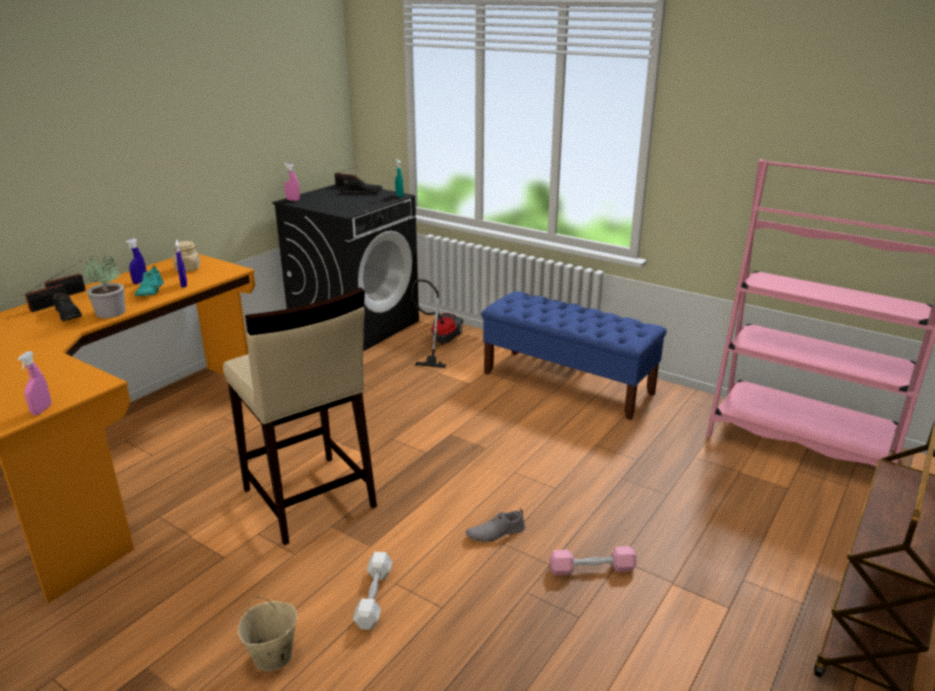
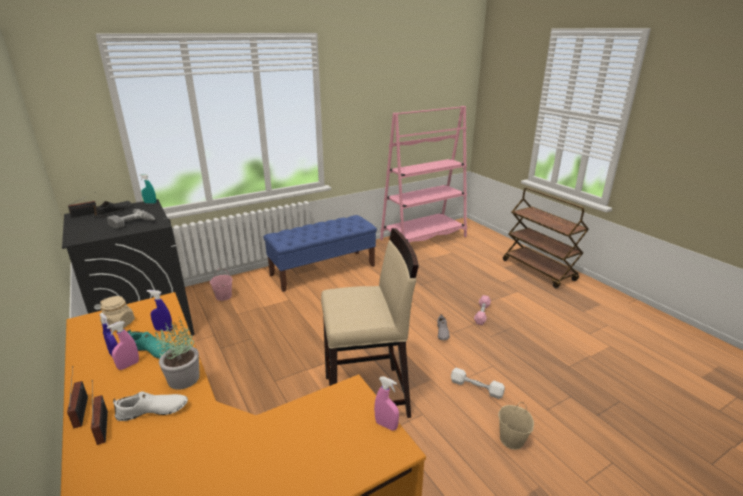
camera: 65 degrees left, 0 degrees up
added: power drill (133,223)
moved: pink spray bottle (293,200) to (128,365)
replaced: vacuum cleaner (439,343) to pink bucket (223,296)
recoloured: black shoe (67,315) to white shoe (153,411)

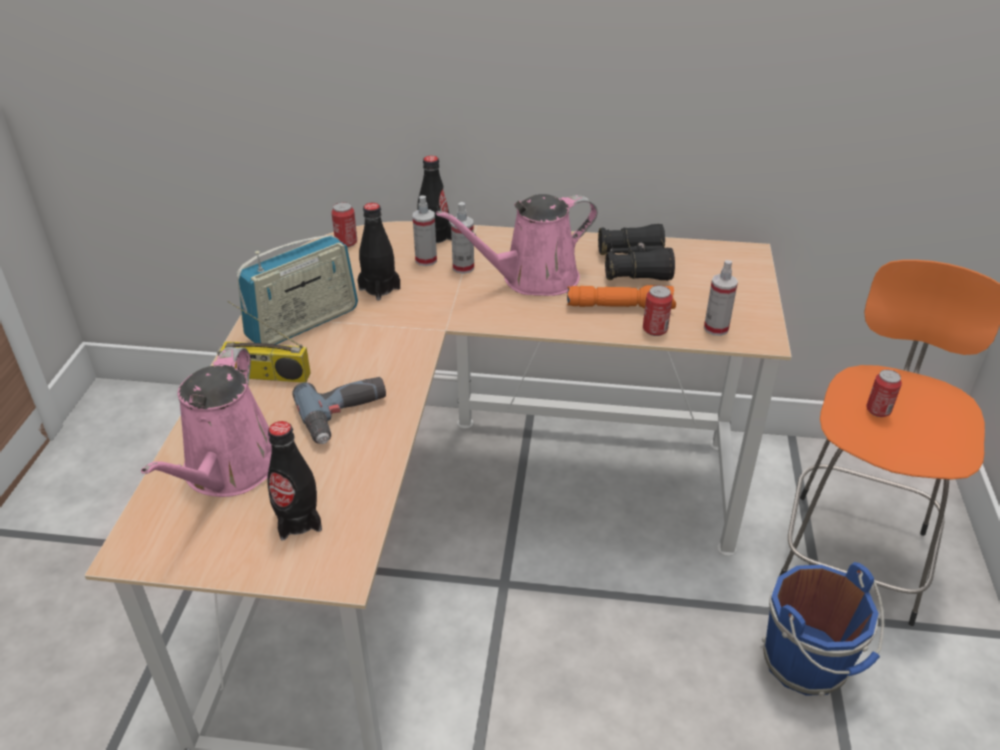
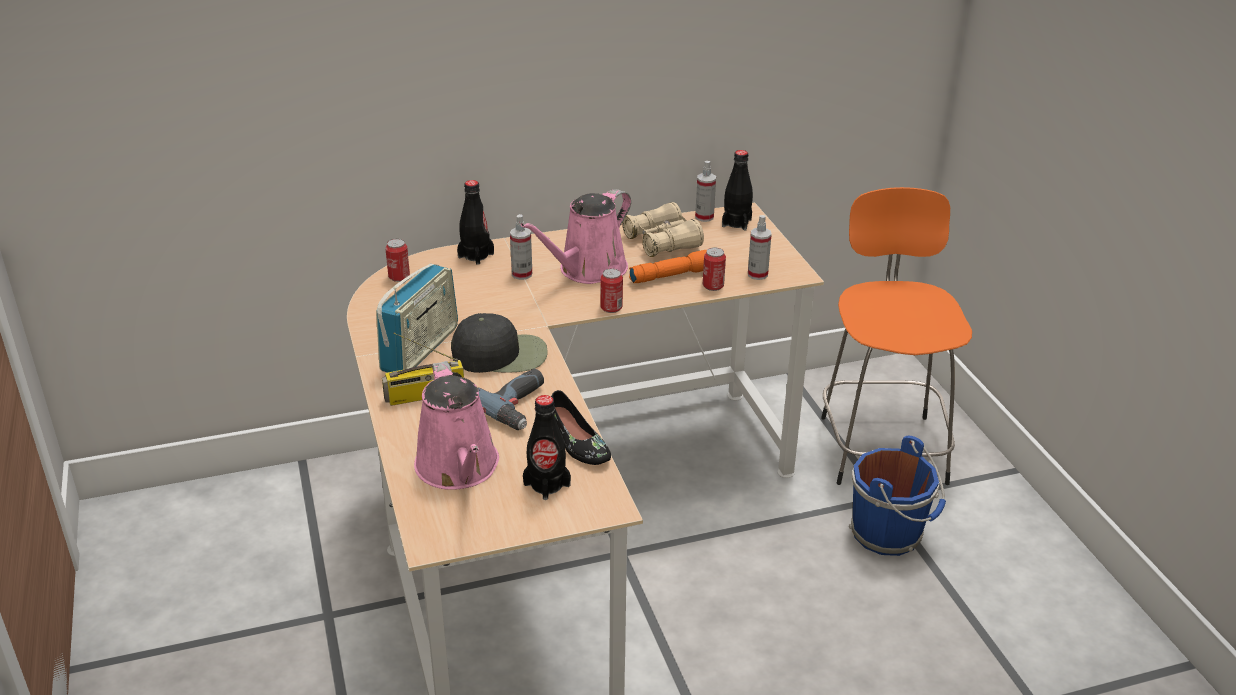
camera: 25 degrees left, 5 degrees down
added: black cap (501,354); black shoe (577,442)
moved: black bottle (379,288) to (736,223); spray bottle (426,260) to (704,217); can (878,410) to (611,308)
recoloured: black binoculars (634,266) to beige binoculars (662,242)

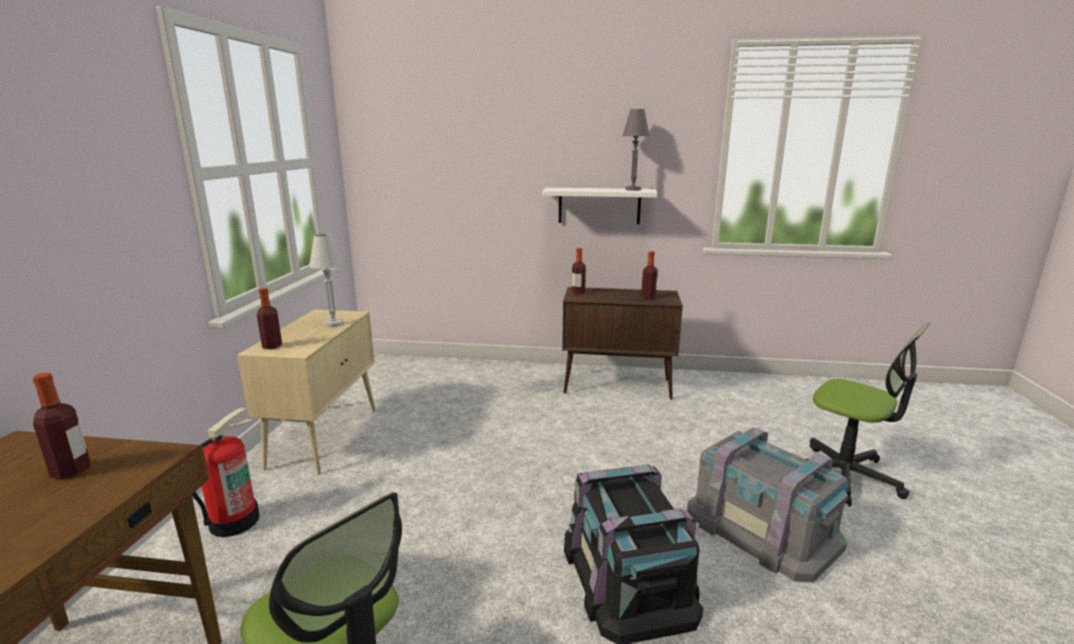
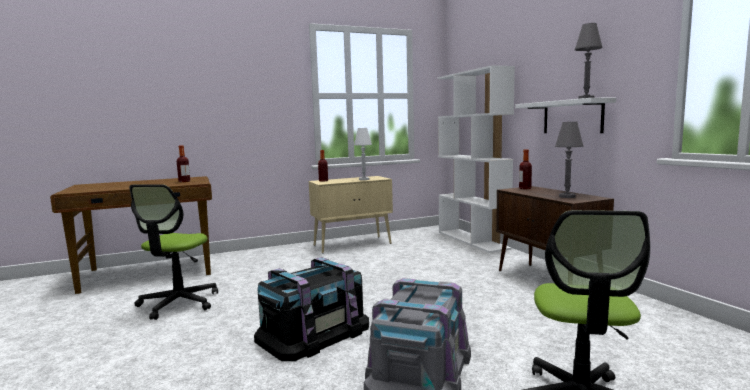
camera: 60 degrees right, 10 degrees down
removed: fire extinguisher (234,521)
added: white bookcase (473,240)
replaced: bottle (648,297) to grey table lamp (567,196)

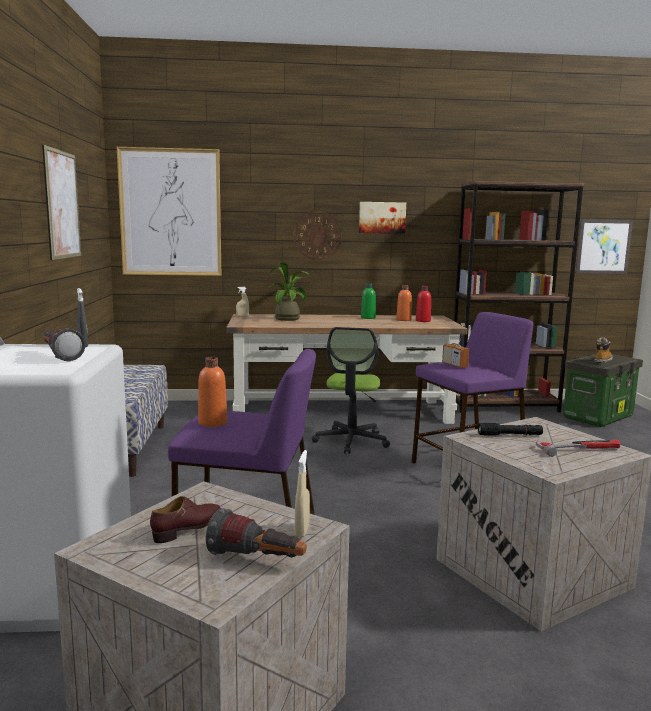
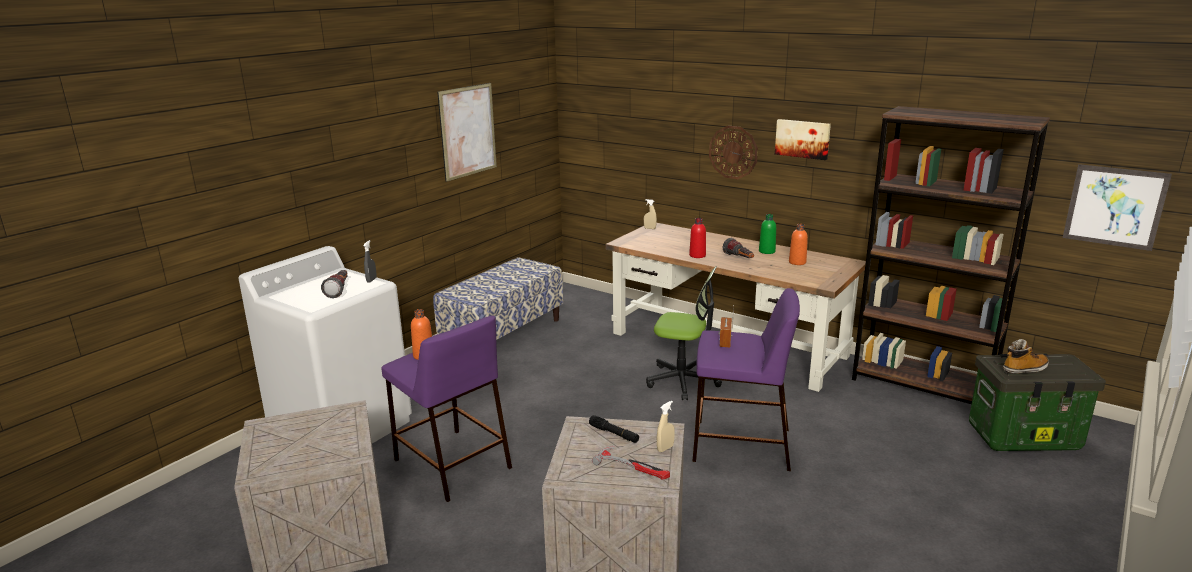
camera: 40 degrees right, 10 degrees up
removed: picture (170,212); brown shoe (188,528); potted plant (289,318)
moved: flashlight (257,560) to (739,259); beige spray bottle (302,531) to (665,448); red bottle (423,321) to (697,255)
turned: office chair (351,441) = (683,381) 120 degrees counterclockwise

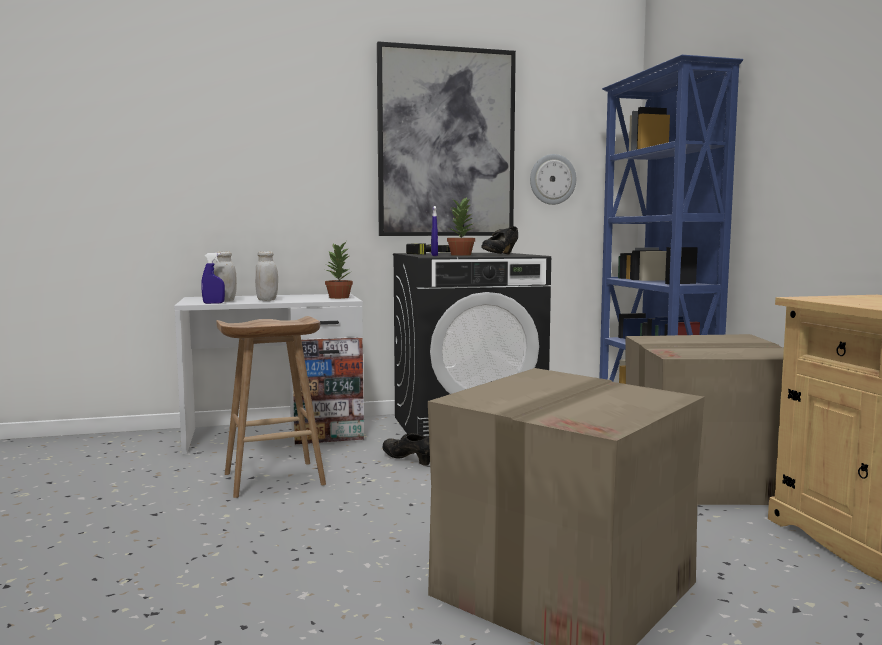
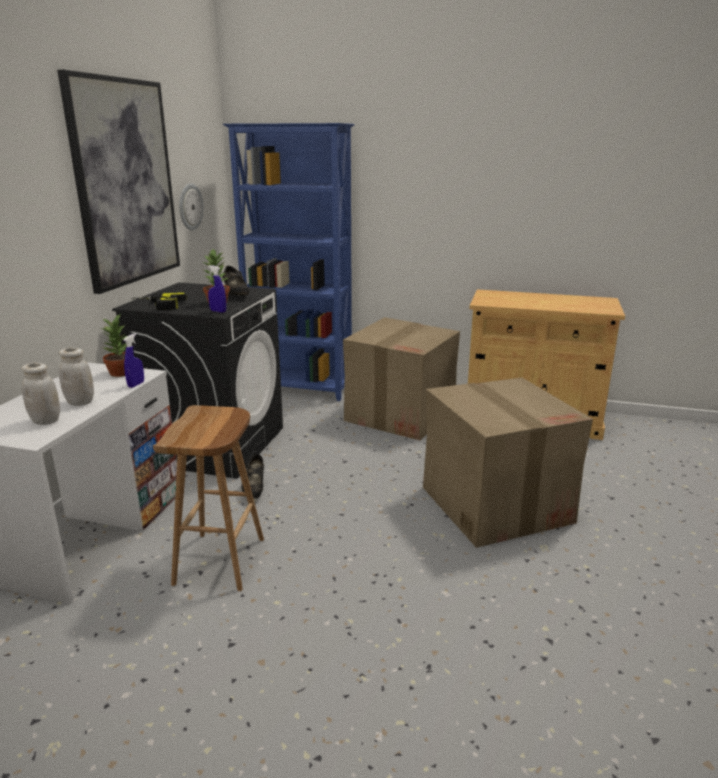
camera: 60 degrees left, 15 degrees up
moved: blue spray bottle (213,303) to (136,384)
turned: black shoe (408,460) = (254,489) 75 degrees counterclockwise

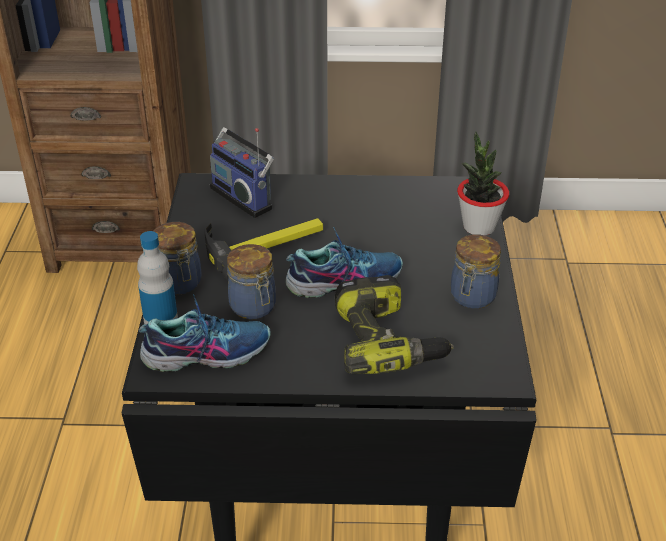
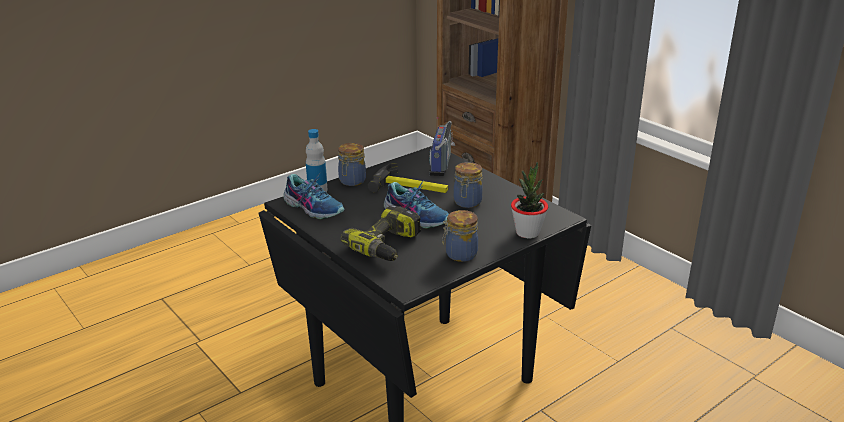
camera: 50 degrees right, 10 degrees down
moved: jar (254,308) to (467,203)

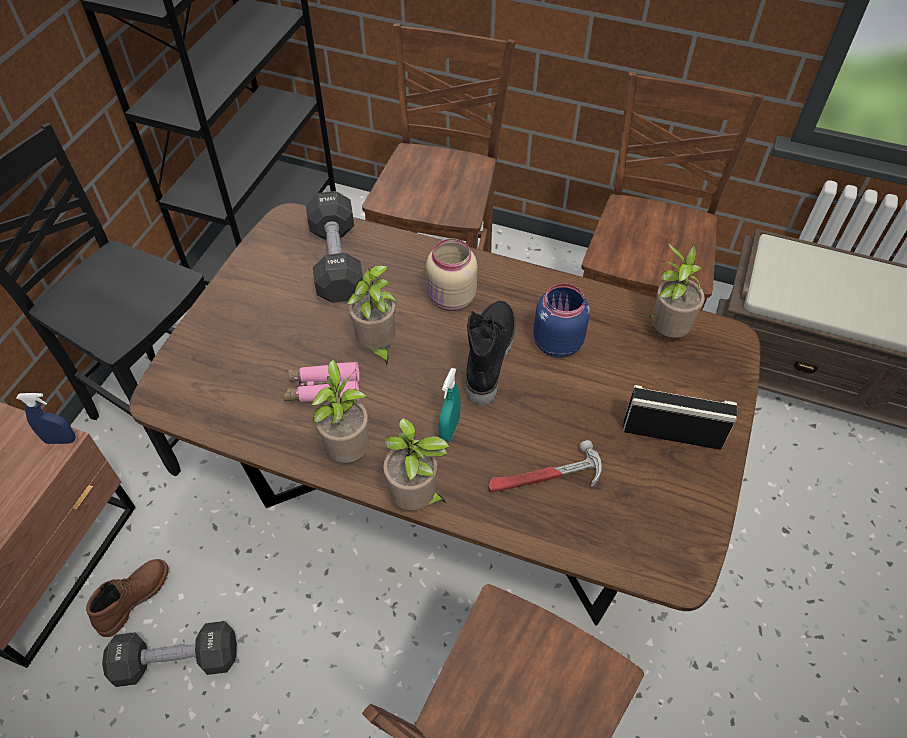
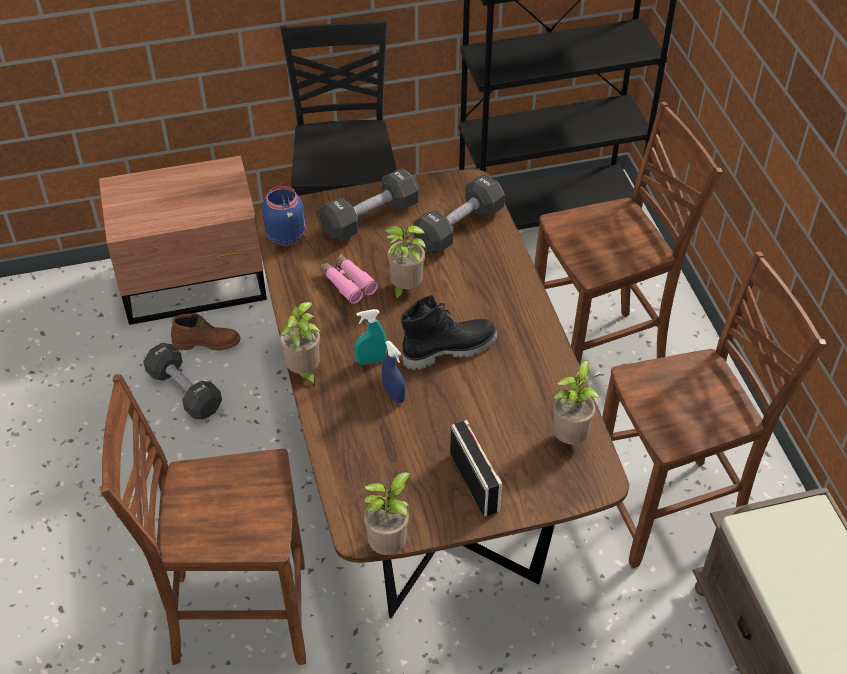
camera: 55 degrees right, 5 degrees down
removed: beige jar (451,299); hammer (544,478)
added: black dumbbell (370,218)
moved: blue spray bottle (60,440) to (394,394); potted plant (348,451) to (390,546); blue jar (556,342) to (286,235)

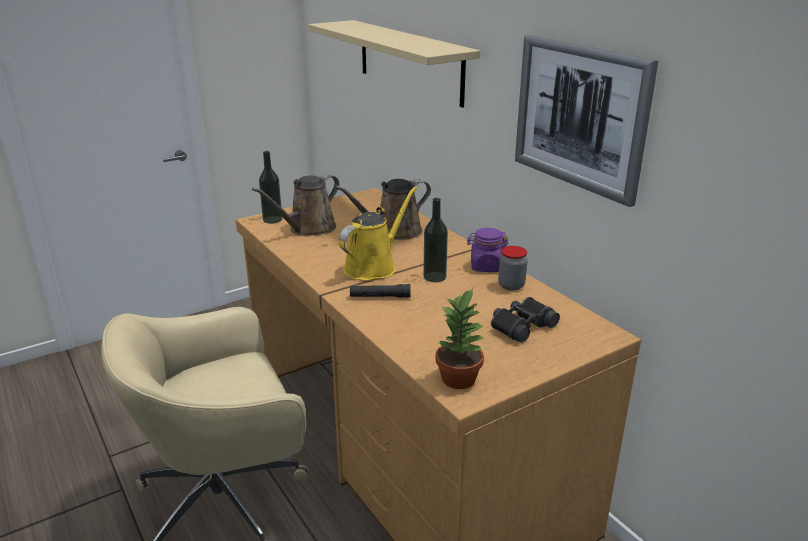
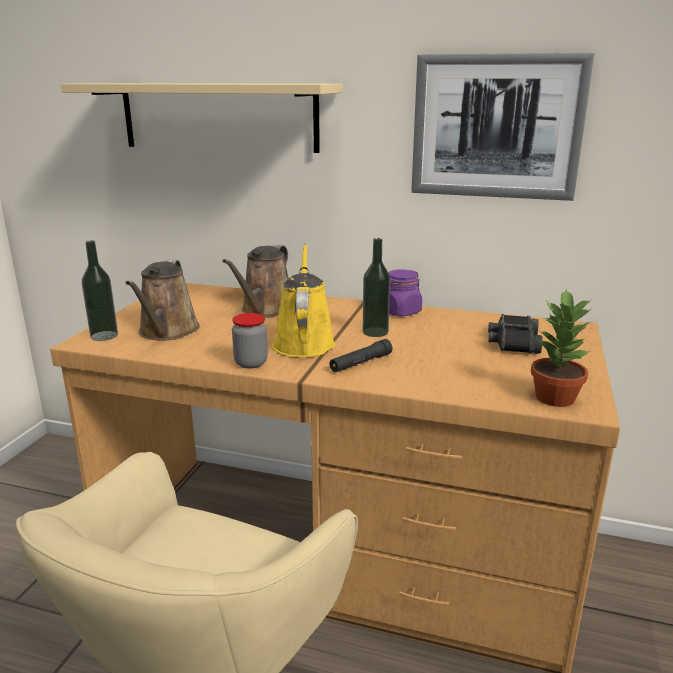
camera: 40 degrees left, 5 degrees down
moved: jar (511,285) to (251,363)

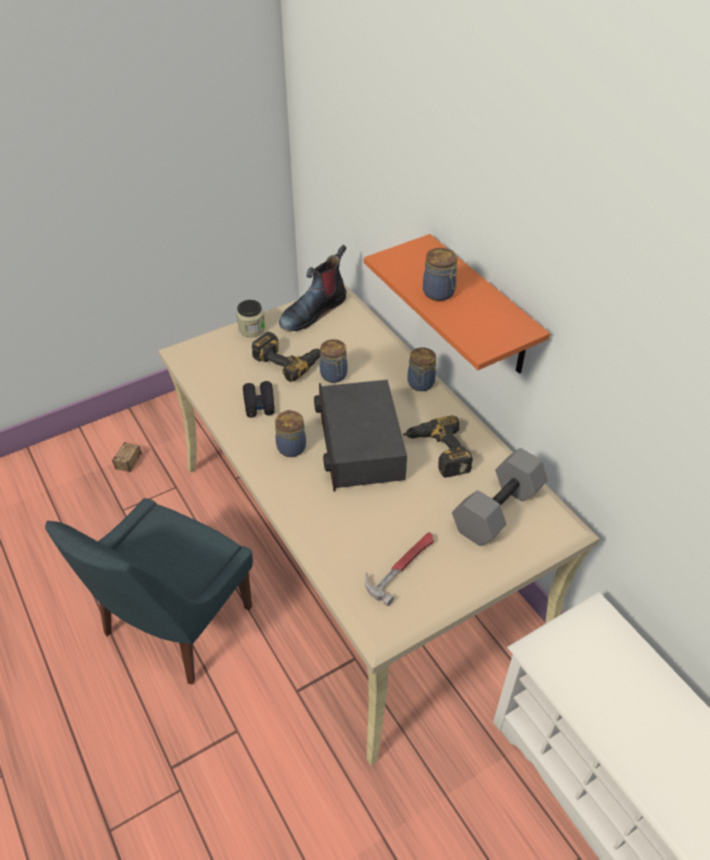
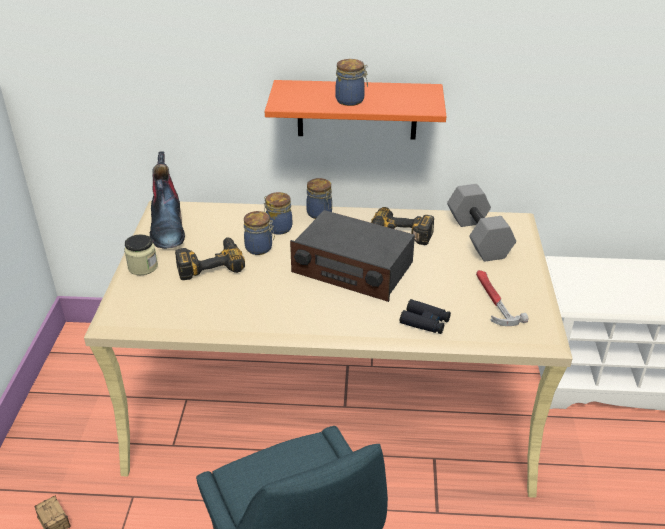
camera: 55 degrees left, 10 degrees down
moved: black binoculars (259,404) to (425,322); jar (291,446) to (278,228)

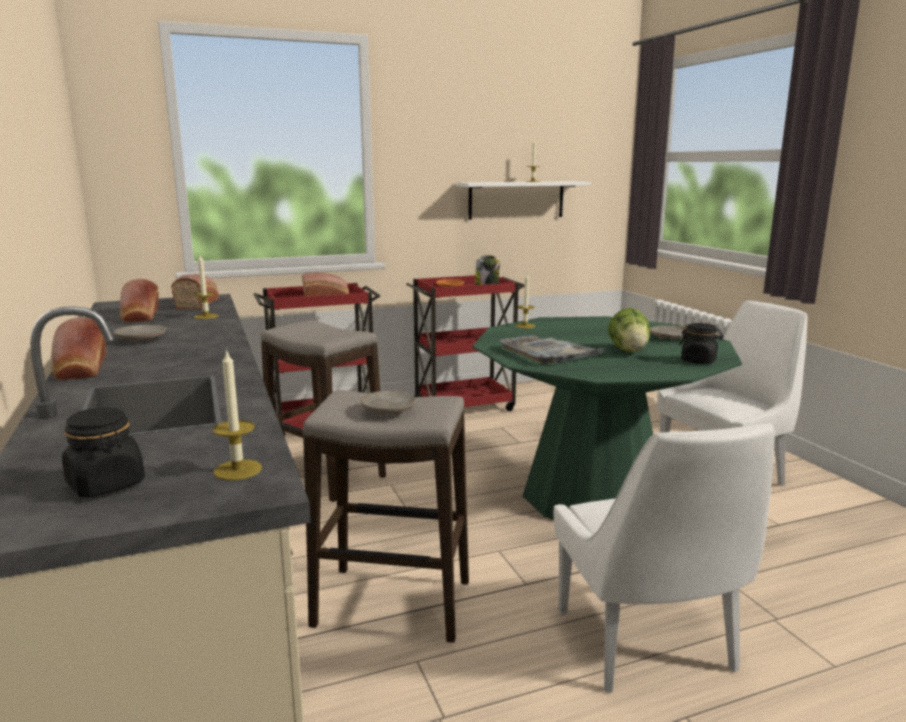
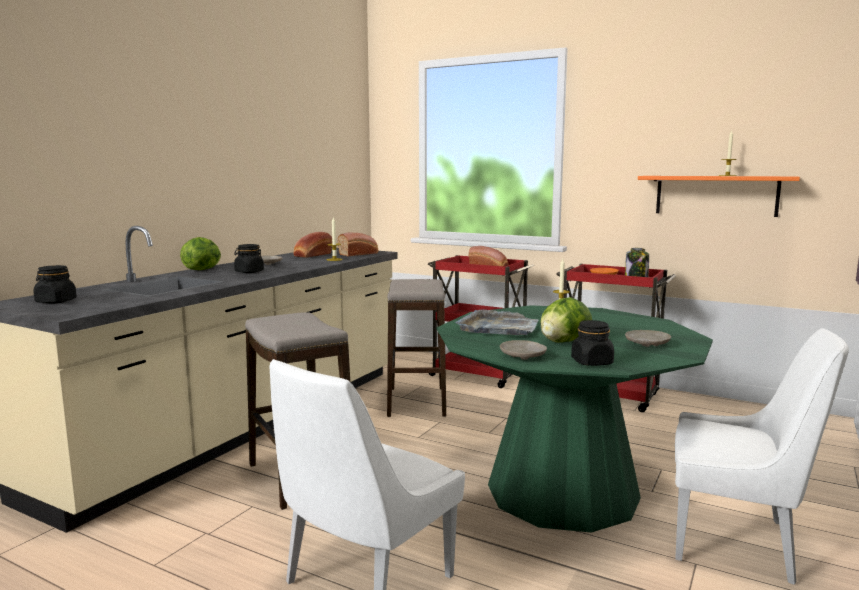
camera: 50 degrees right, 5 degrees down
removed: candle (238,470)
added: black jar (249,272)
moved: beige plate (389,410) to (523,356)
replaced: bread (81,369) to lettuce (203,269)
recoloured: white shelf (516,200) to orange shelf (716,195)

